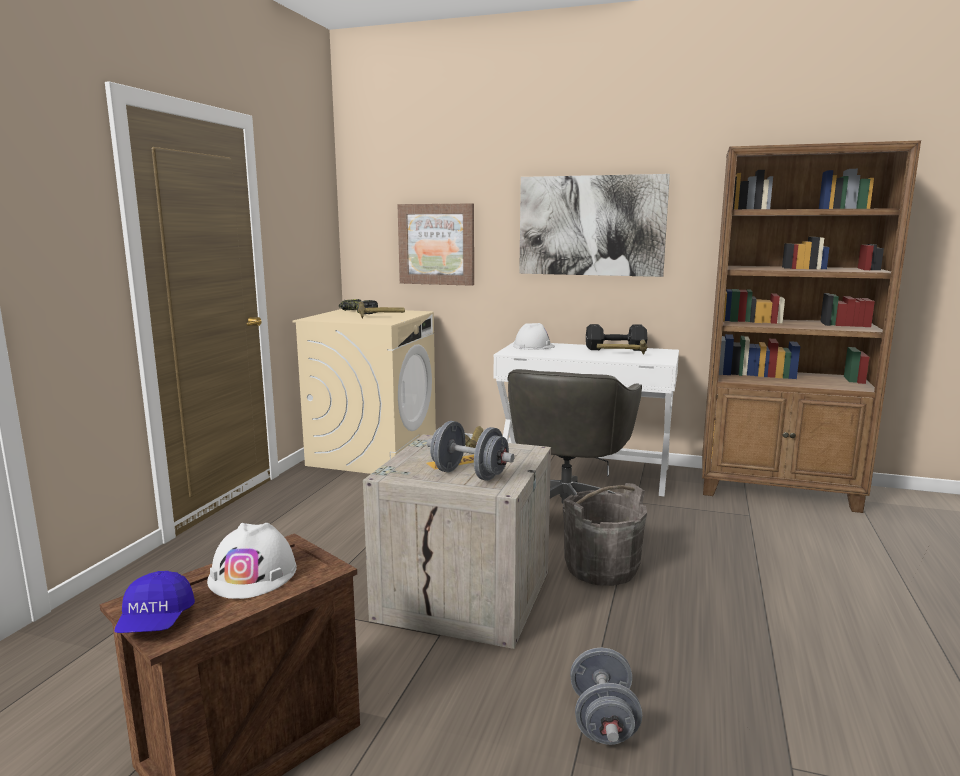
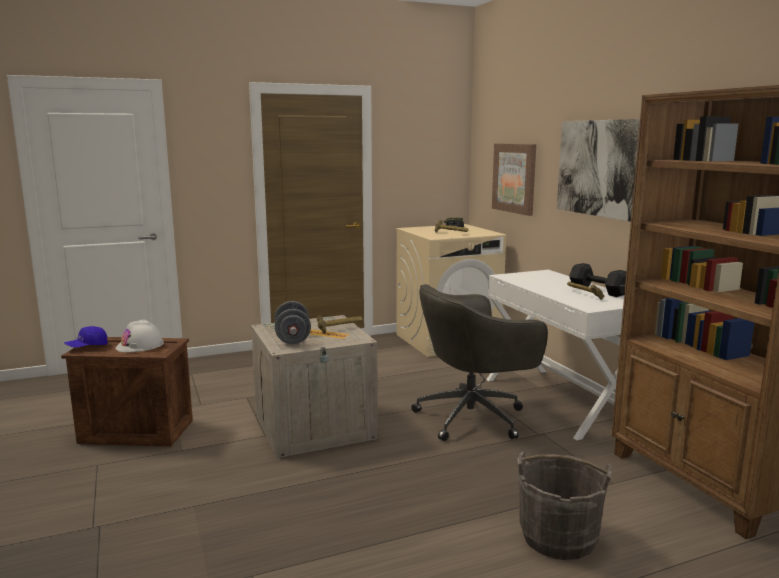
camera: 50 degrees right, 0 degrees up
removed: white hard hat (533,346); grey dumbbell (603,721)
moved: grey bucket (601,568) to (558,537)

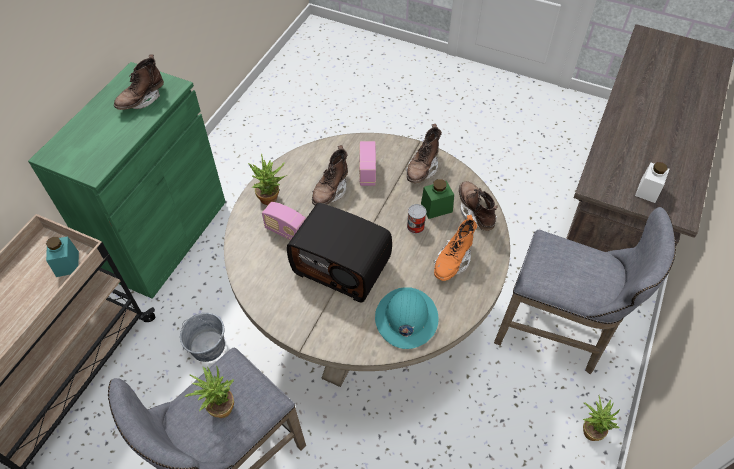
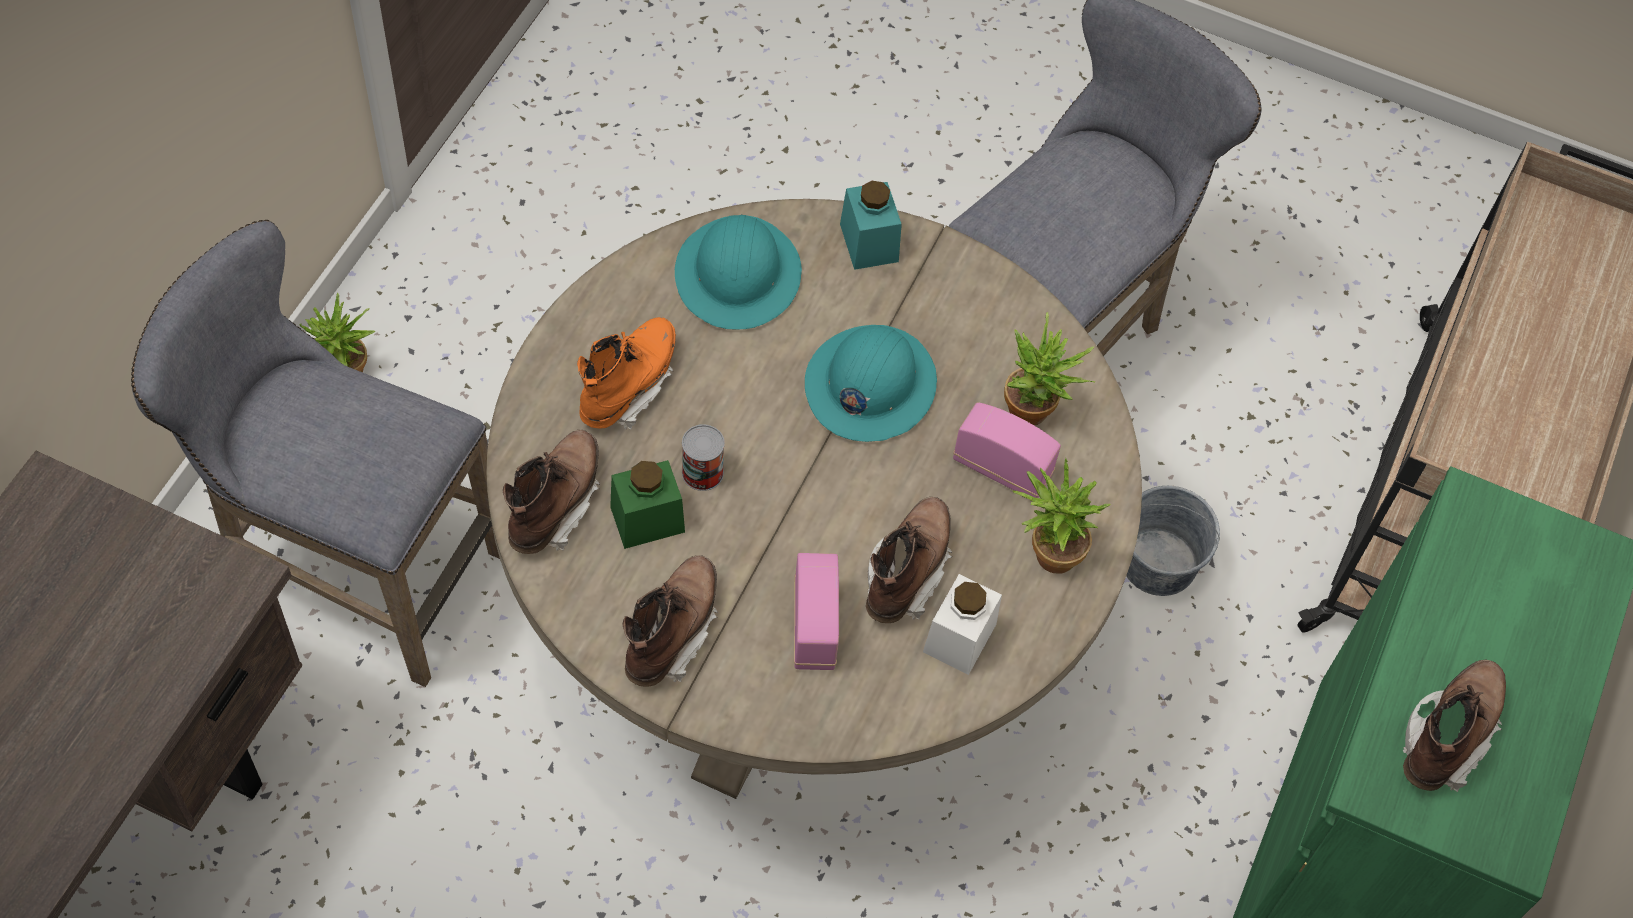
camera: 175 degrees right, 5 degrees up
moved: turquoise jar (67,264) to (869,243); potted plant (219,406) to (1035,414); white jar (648,190) to (959,638)
replaced: radio (342,265) to turquoise hard hat (869,385)
turned: brown boot (475,212) = (555,505) 135 degrees counterclockwise

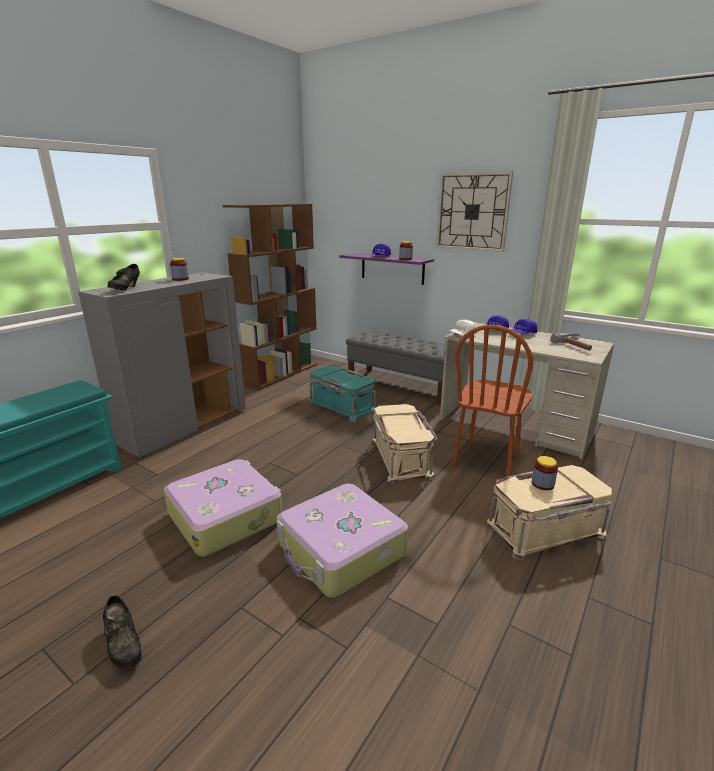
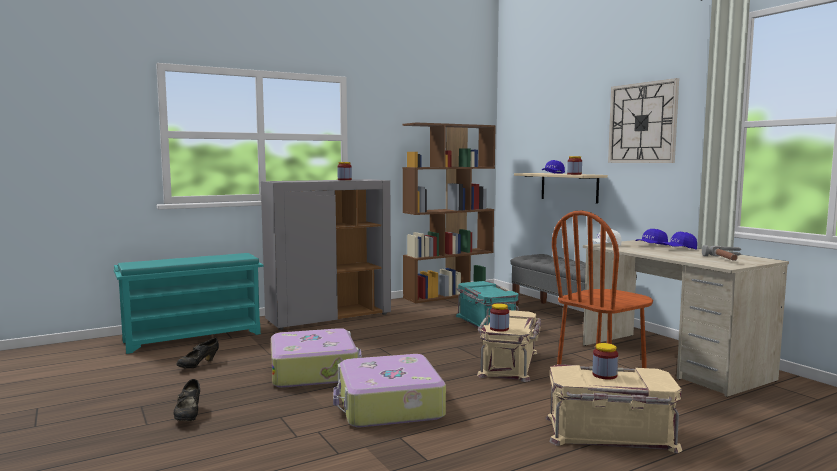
camera: 25 degrees right, 15 degrees down
added: jar (499,329)
moved: black shoe (125,289) to (198,365)
recoloured: purple shelf (392,268) to beige shelf (569,187)

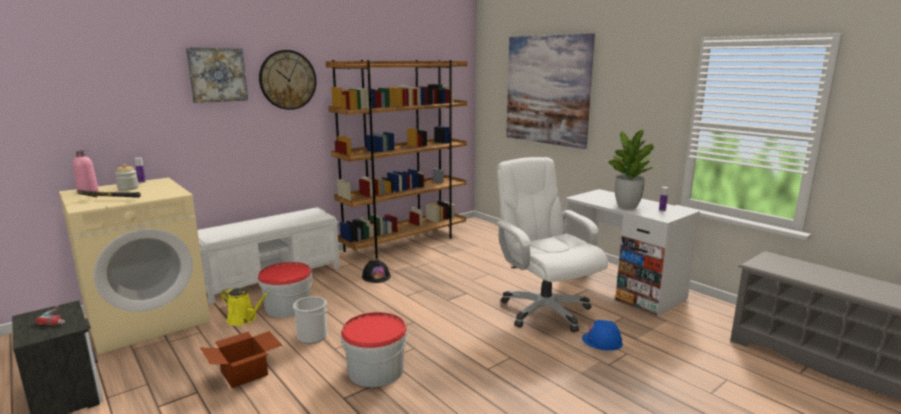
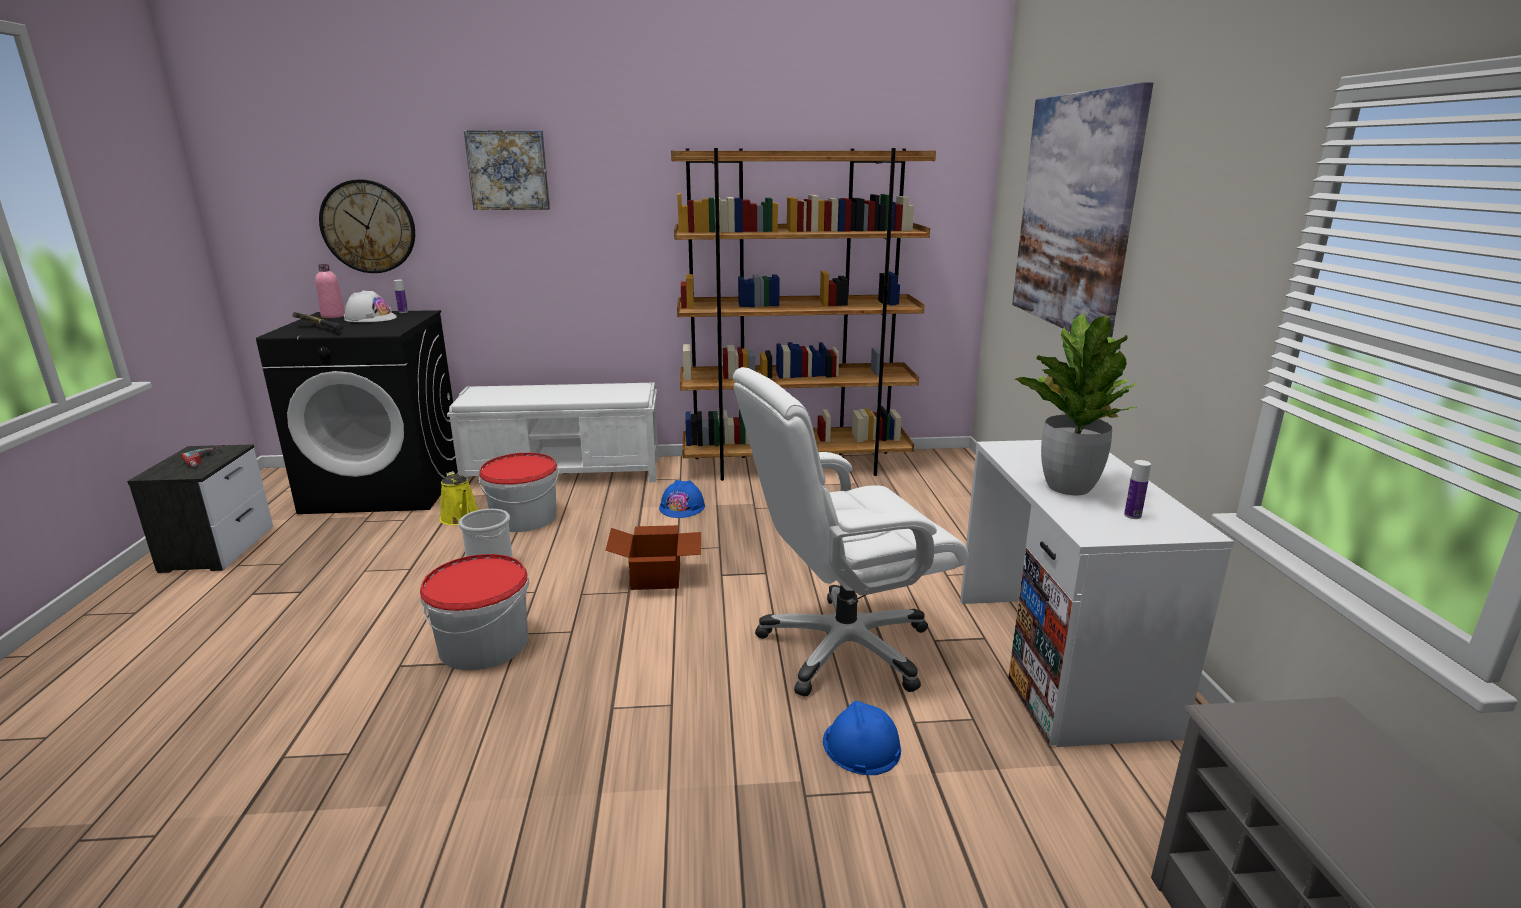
camera: 35 degrees right, 5 degrees up
moved: cardboard box (246,373) to (657,577); wall clock (288,80) to (368,227)
replaced: jar (128,188) to white hard hat (370,318)
recoloured: beige washing machine (148,319) to black washing machine (387,488); black hard hat (376,276) to blue hard hat (682,507)
turned: white office chair (544,310) = (843,648) 120 degrees counterclockwise

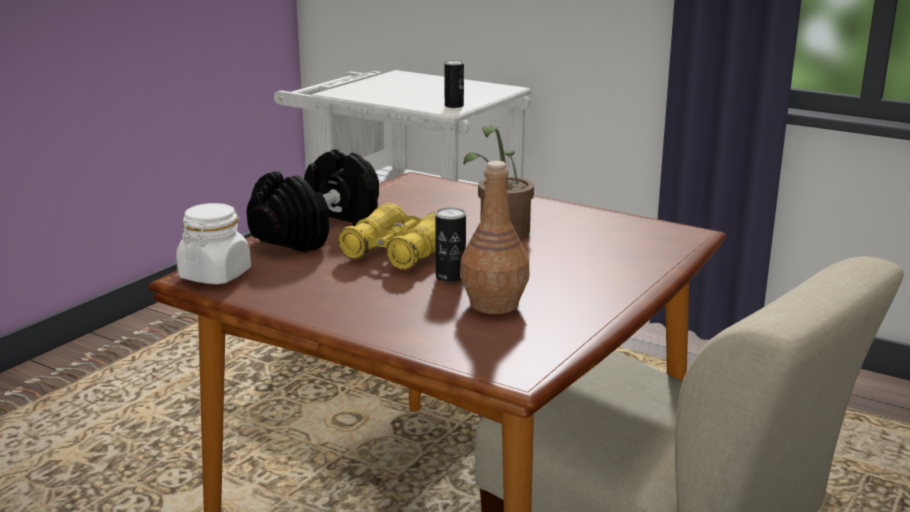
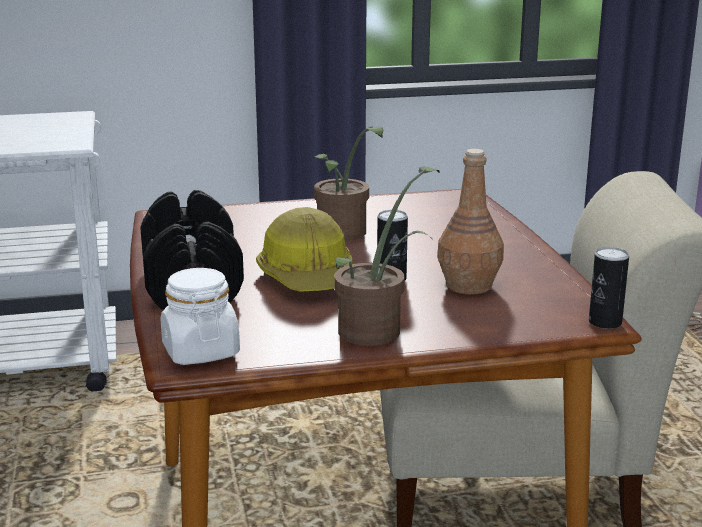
camera: 45 degrees left, 0 degrees up
added: potted plant (378,329)
moved: can (454,106) to (605,322)
replaced: yellow binoculars (397,254) to hard hat (308,277)

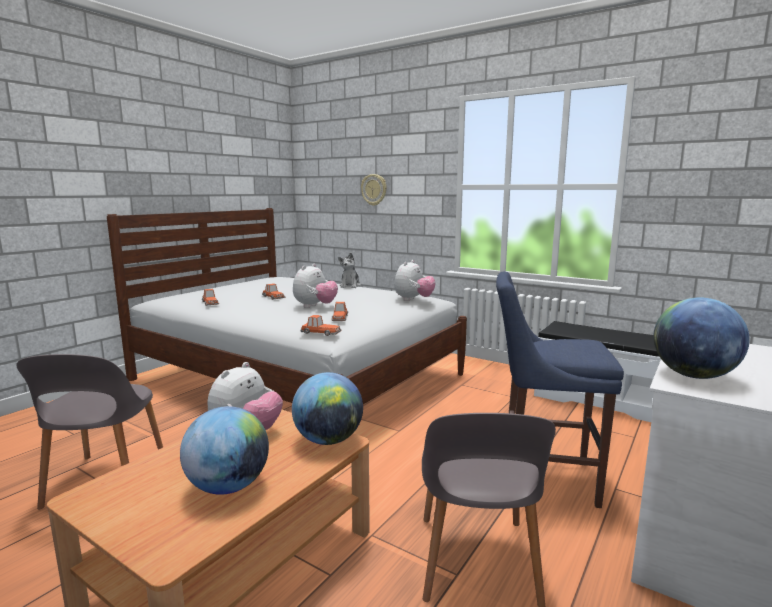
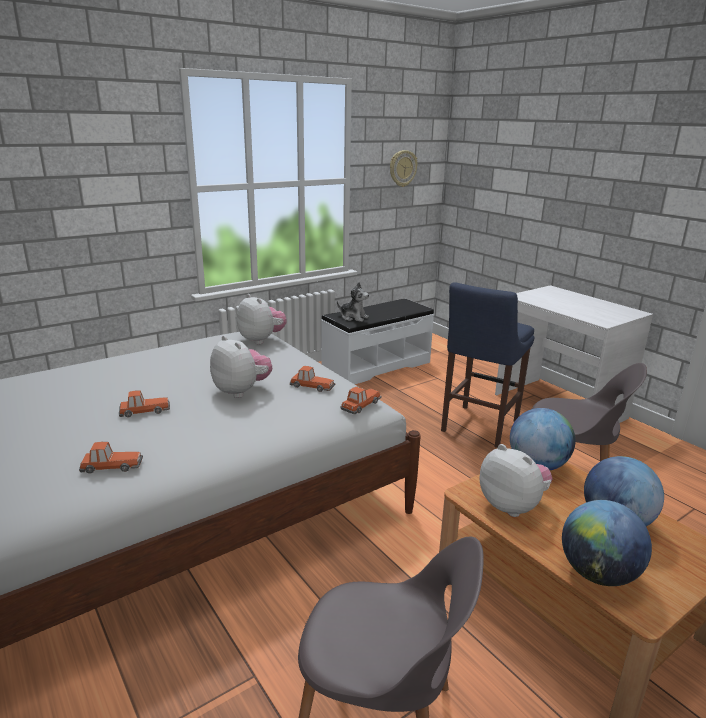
camera: 70 degrees left, 10 degrees up
moved: plush toy (350,286) to (353,317); wall clock (374,190) to (402,168); globe (693,376) to (597,574)

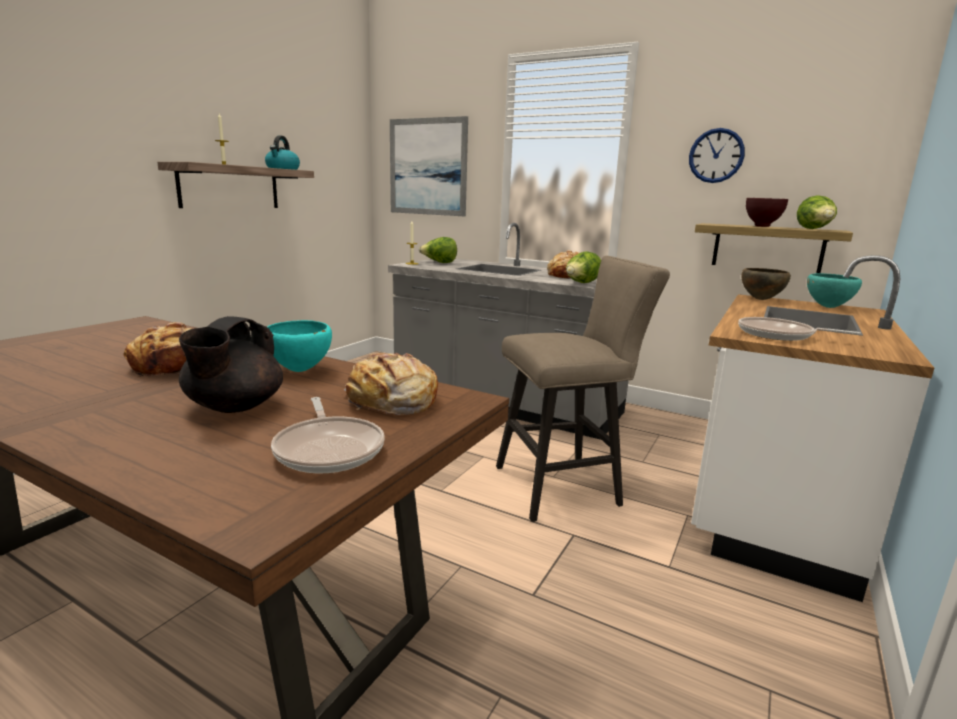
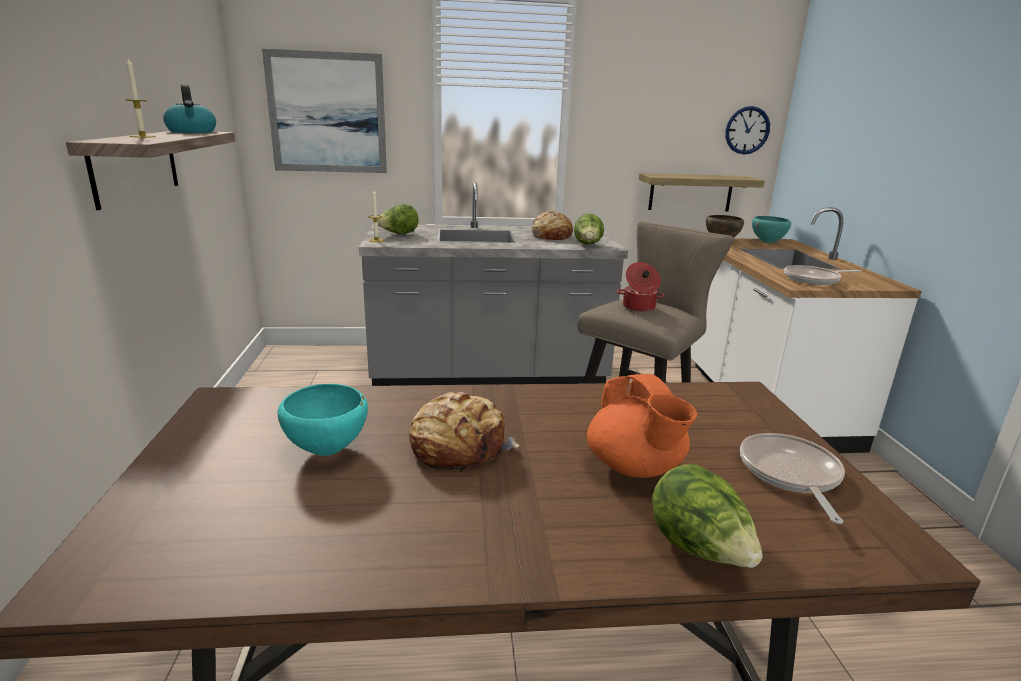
camera: 35 degrees left, 5 degrees up
removed: bread (391,402); brown bowl (761,226)
added: cooking pot (638,307)
moved: turquoise bowl (300,370) to (328,451); wall clock (716,155) to (747,130); lettuce (814,229) to (699,550)
recoloured: black teapot (234,407) to orange teapot (635,467)
turned: frying pan (329,449) = (790,474) 120 degrees counterclockwise

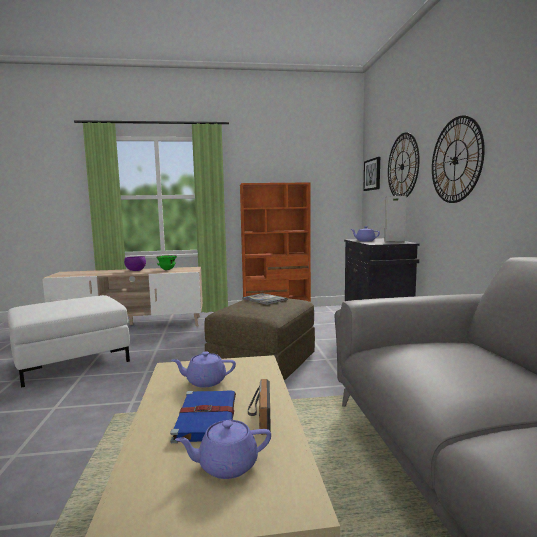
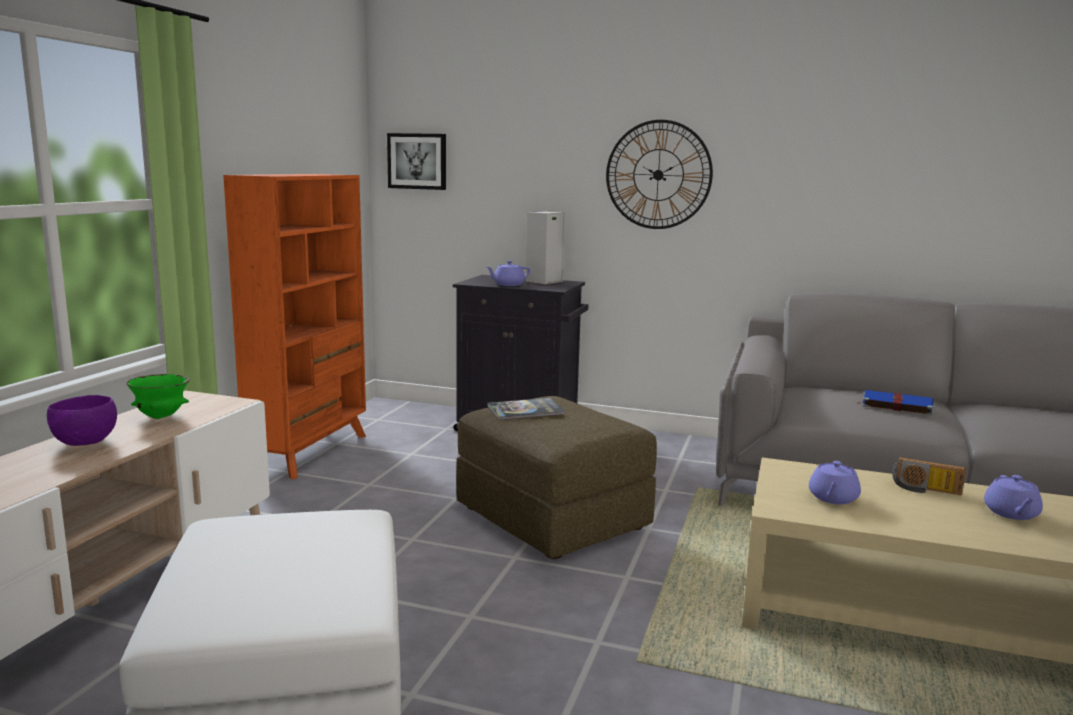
camera: 65 degrees left, 5 degrees up
removed: wall clock (402,166)
moved: blue book (206,417) to (895,405)

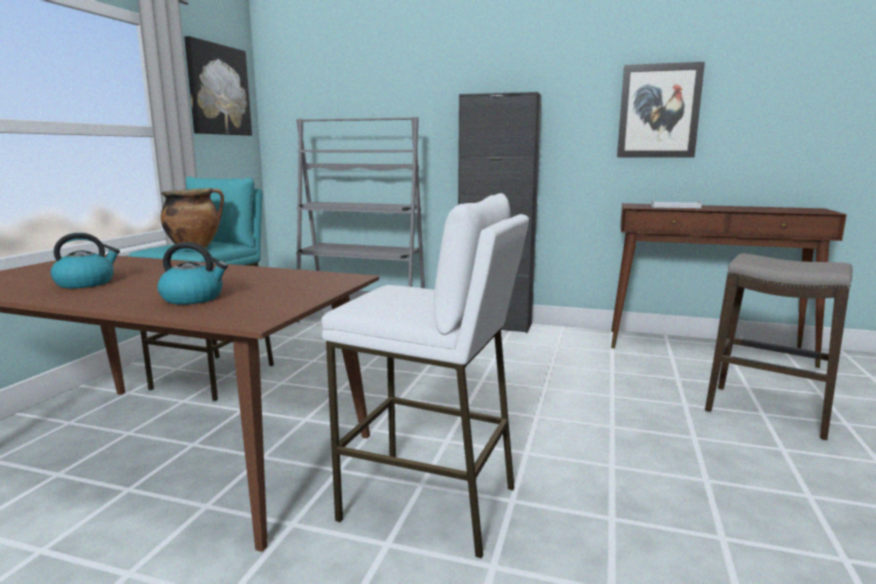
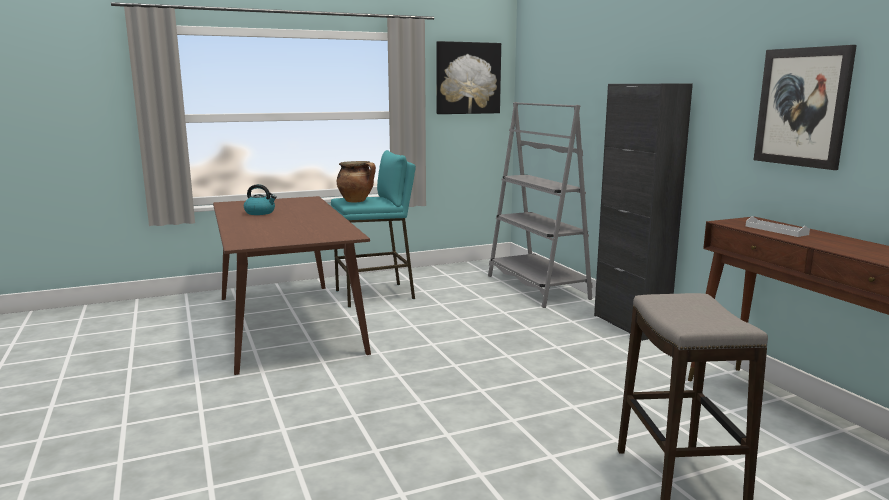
camera: 50 degrees right, 0 degrees up
removed: kettle (193,298); white stool (430,504)

